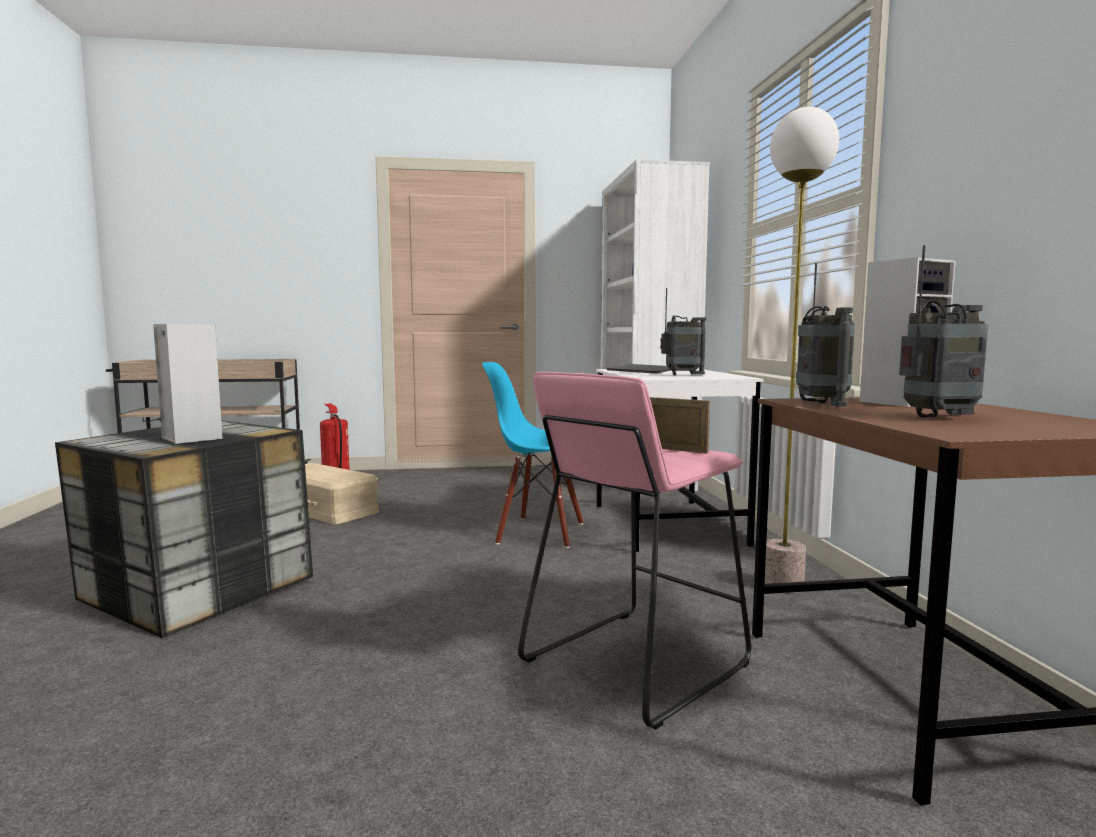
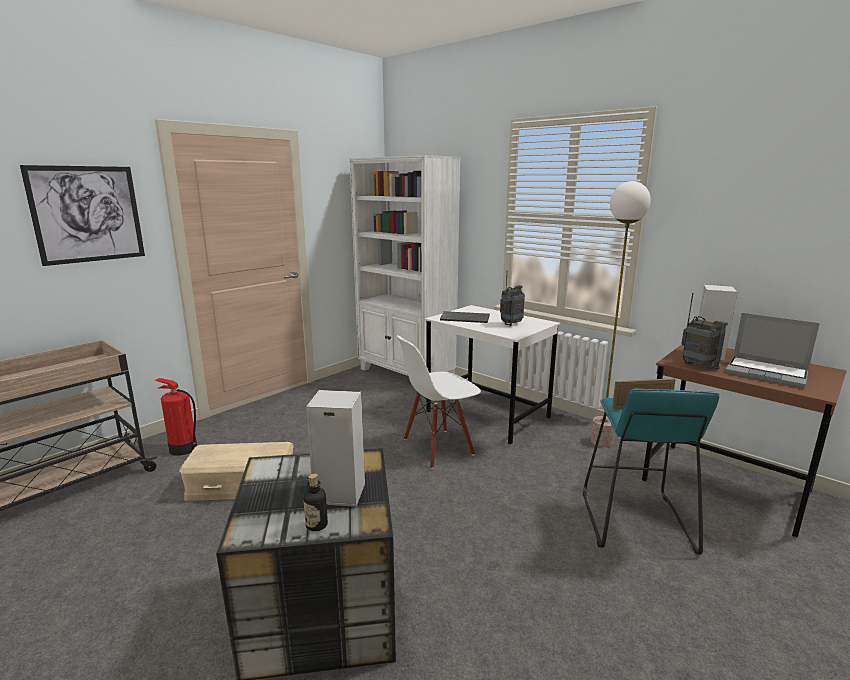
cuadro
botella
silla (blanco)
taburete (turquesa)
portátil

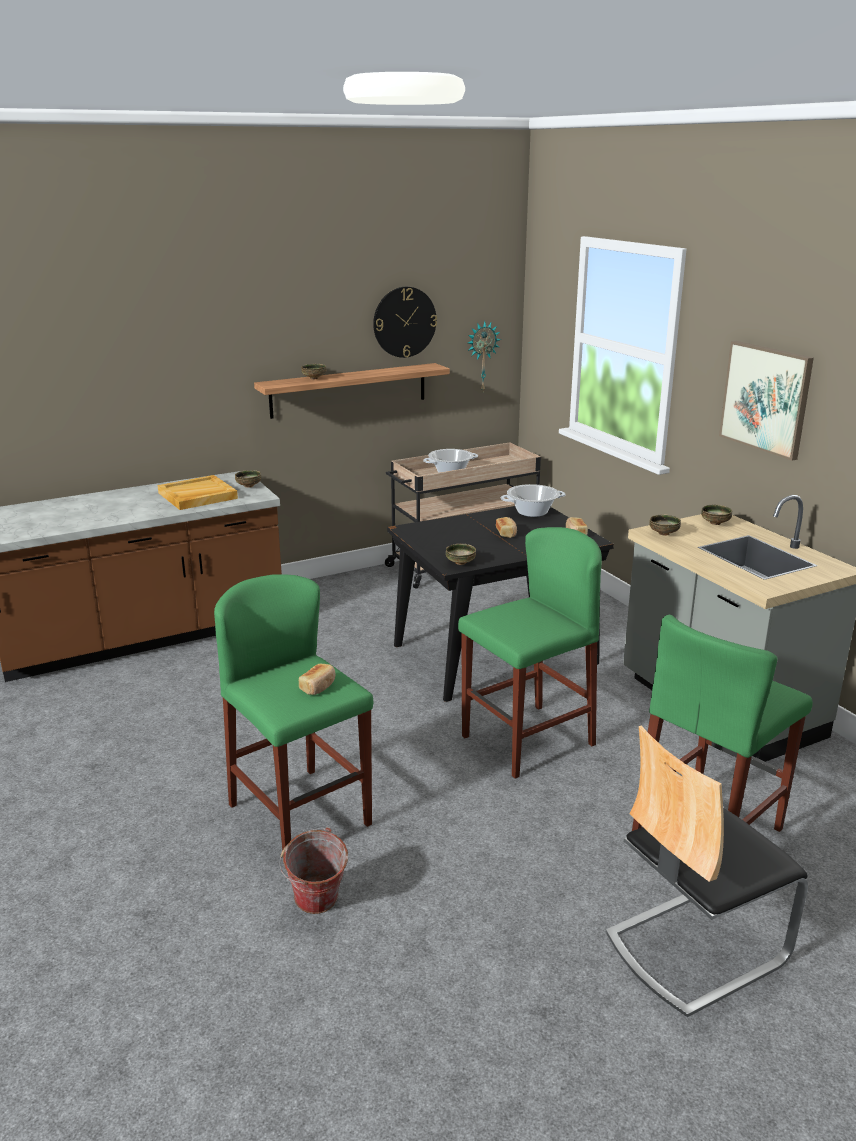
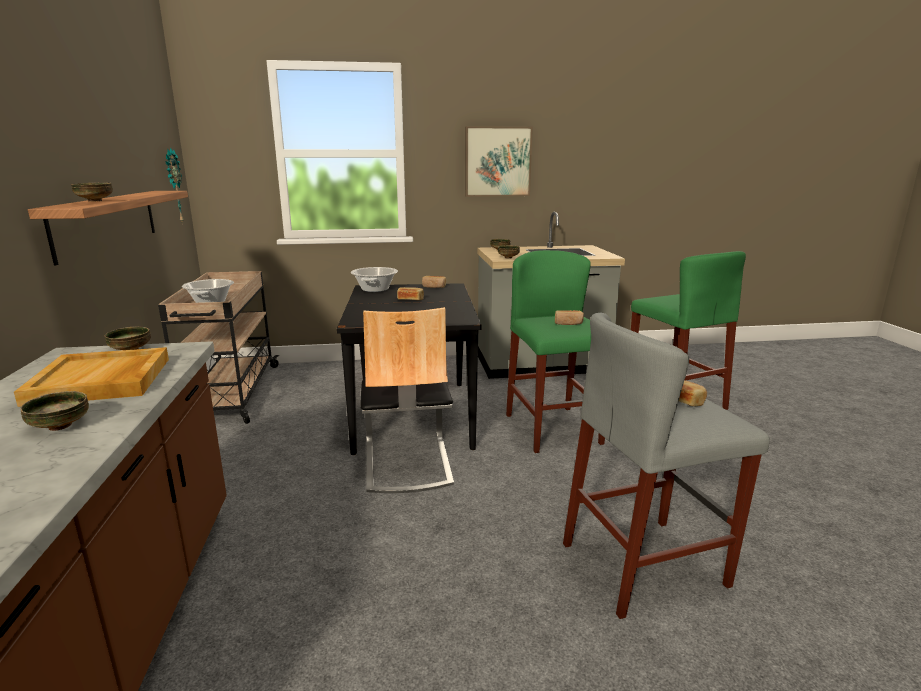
cuenco (1st from left)
silla
pan (3rd from left)
taburete (gris)
cubo
reloj de pared (1st from left in the first image)

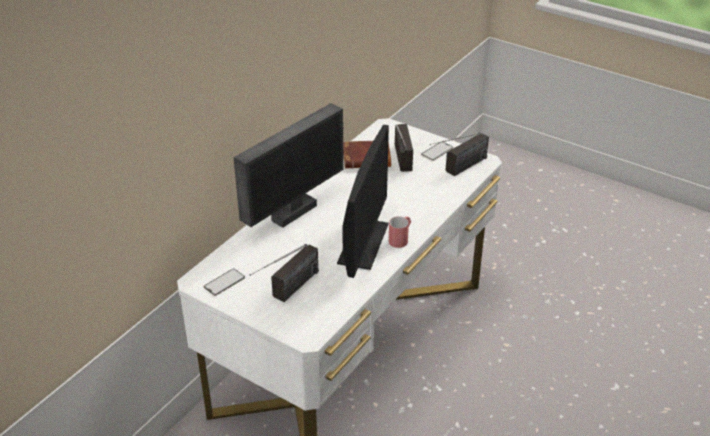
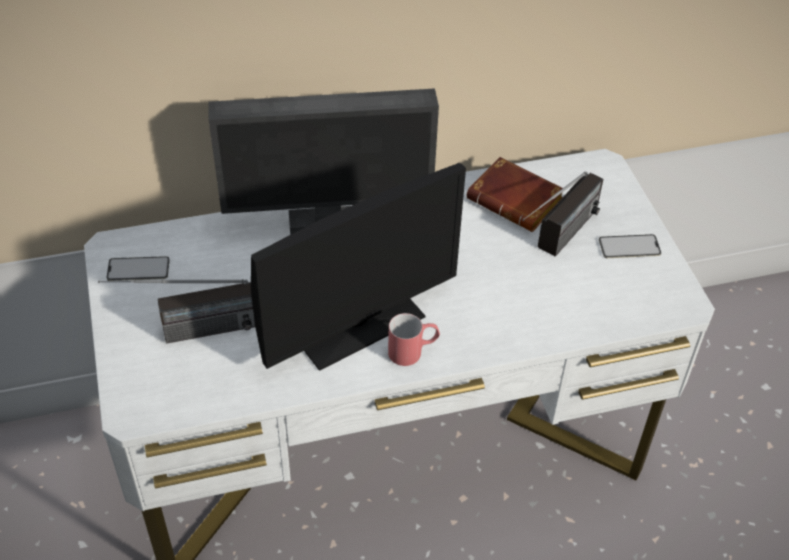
radio (3rd from left in the first image)

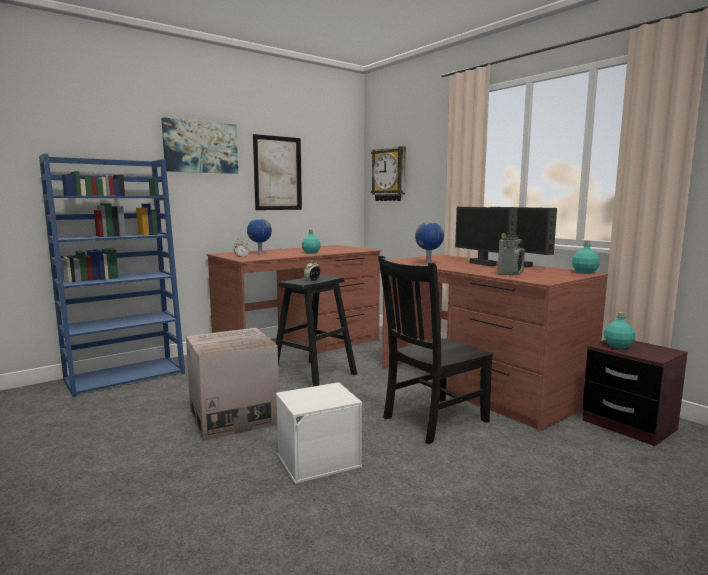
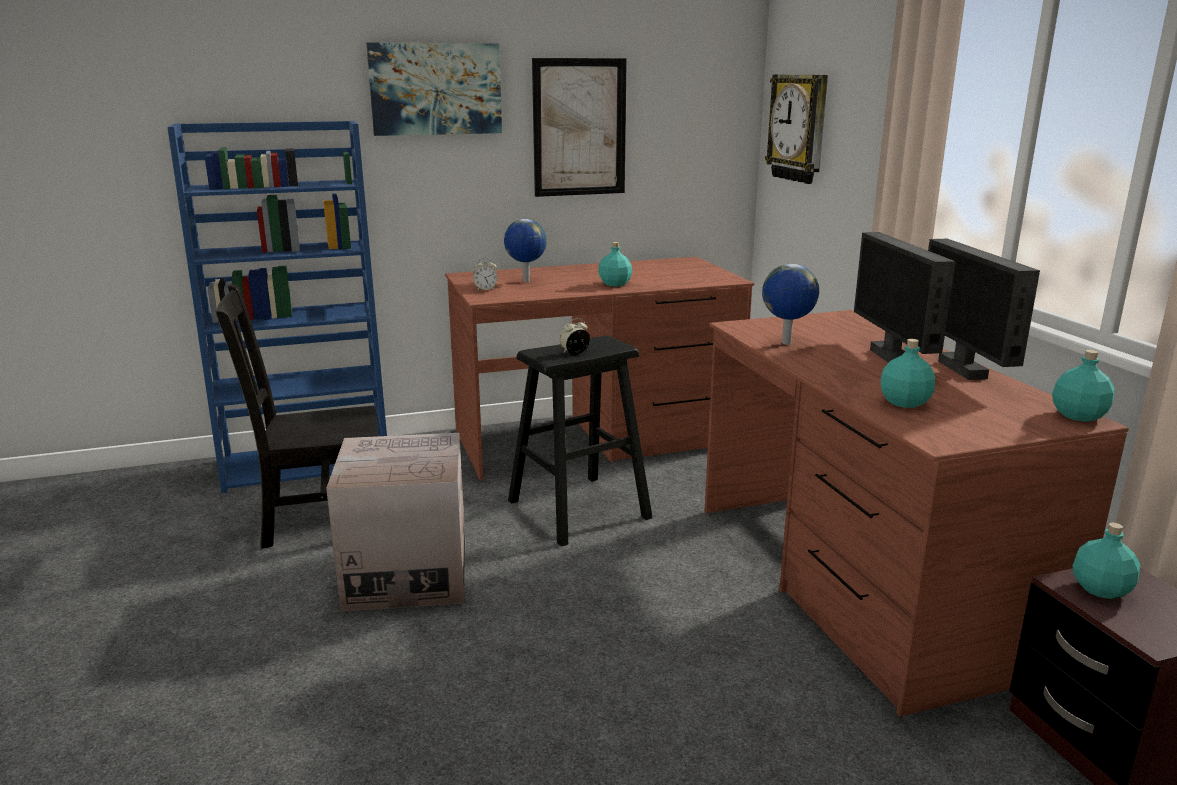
silla (negro)
botella (turquesa) (2nd from left)
caja de almacenaje (blanco)

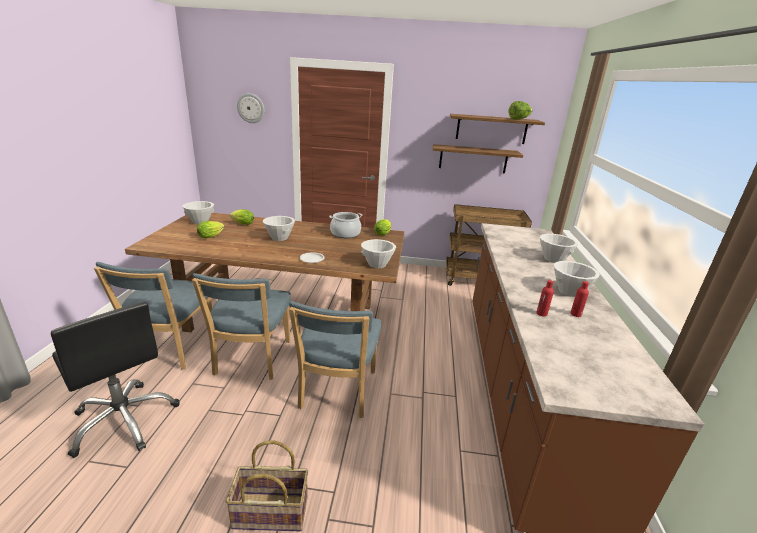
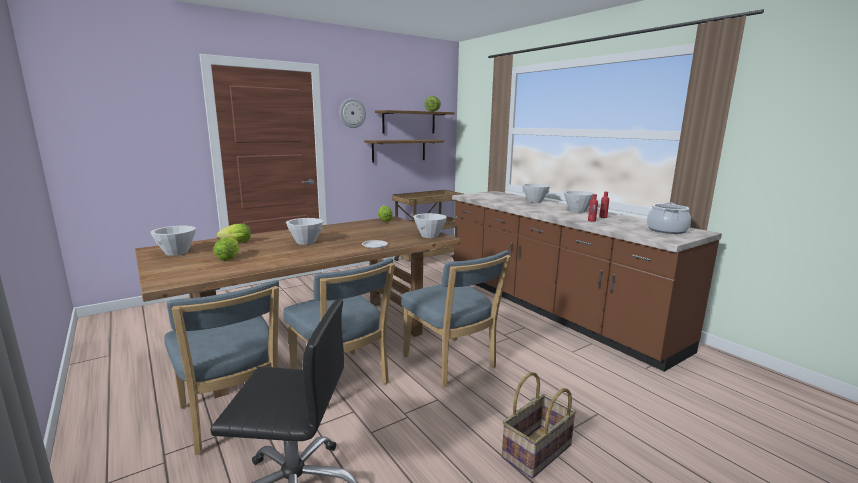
reloj de pared
olla

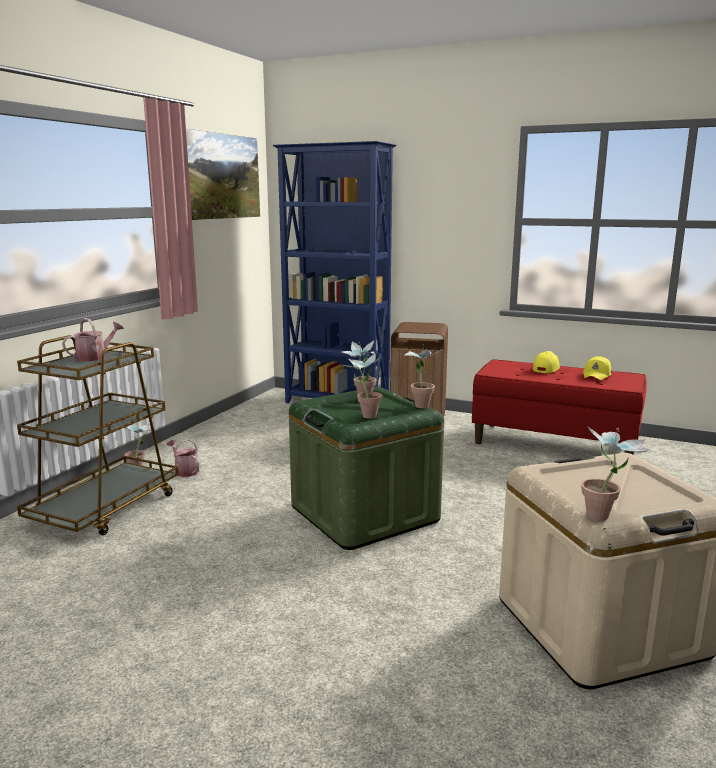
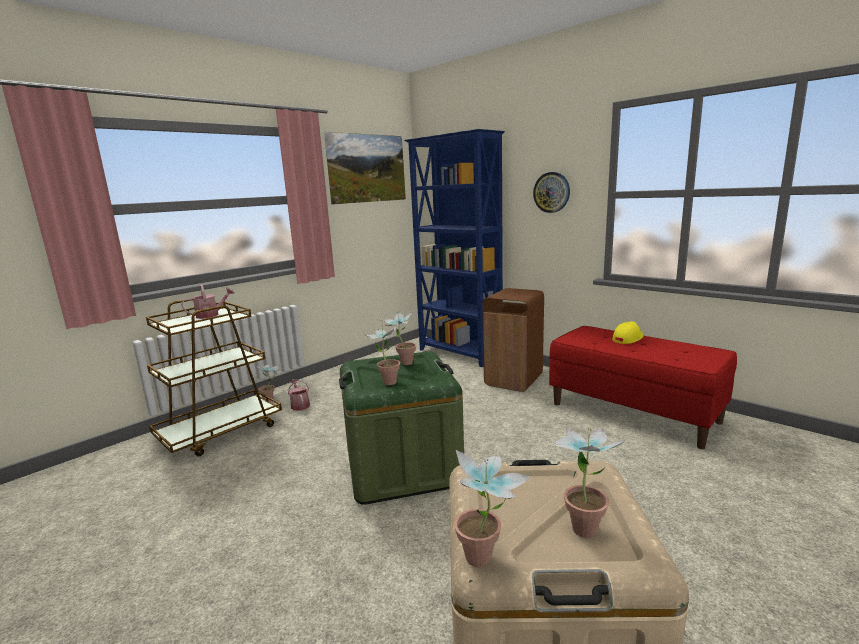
reloj de pared
planta en maceta (5th from left)
gorra (amarillo) (2nd from left in the first image)

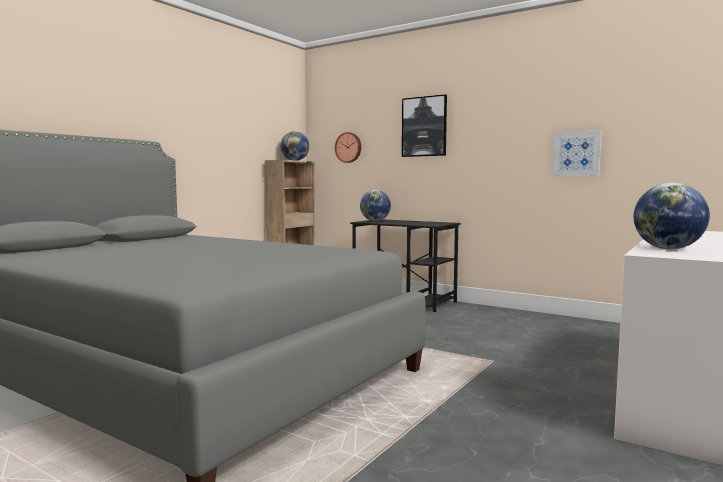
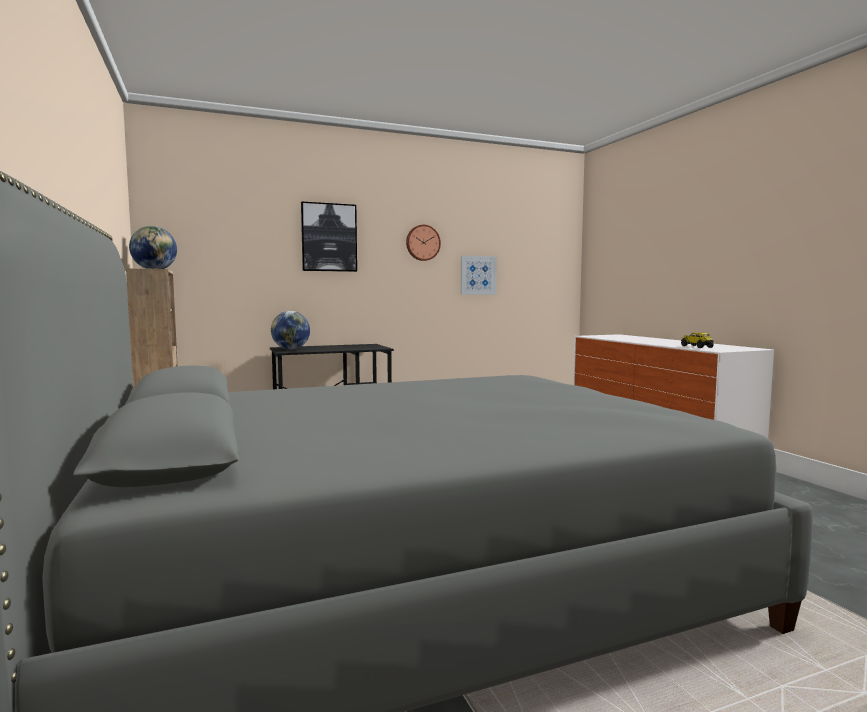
reloj de pared
camión de juguete

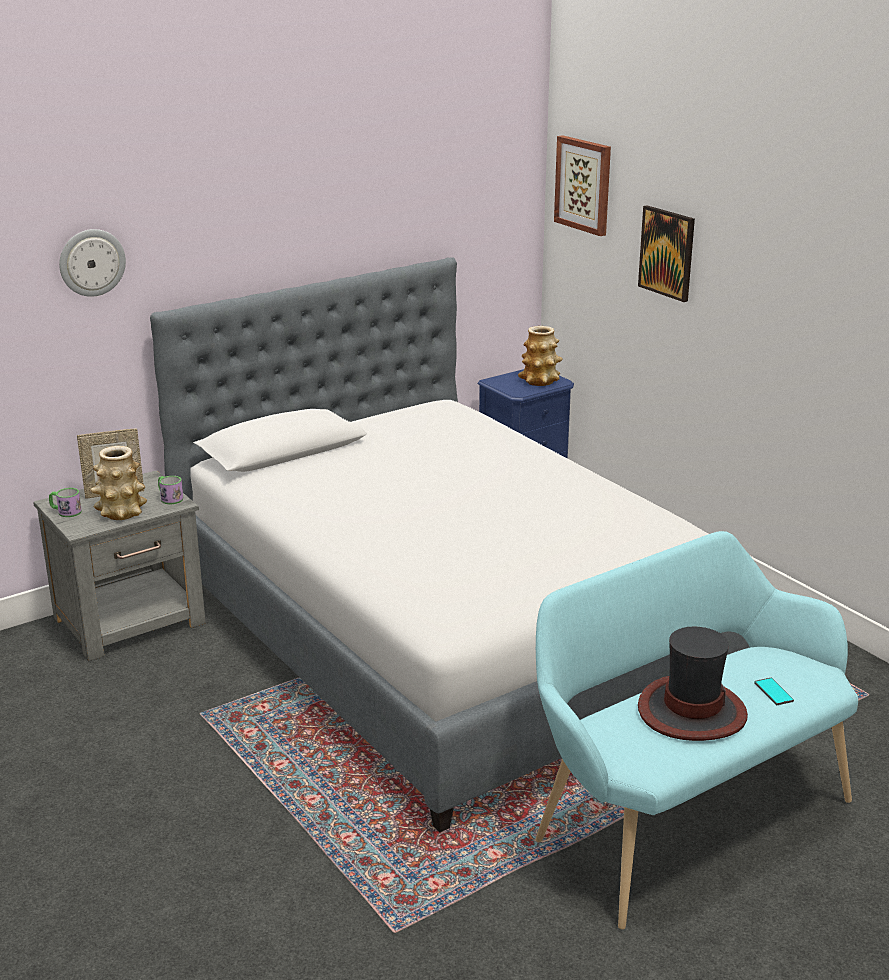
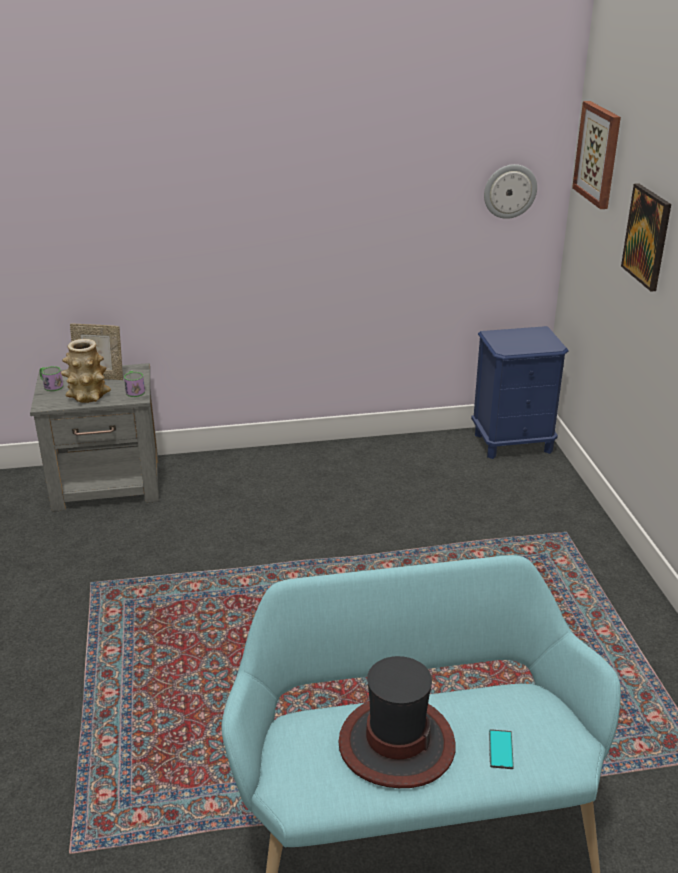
reloj de pared
cama
florero (2nd from left in the first image)

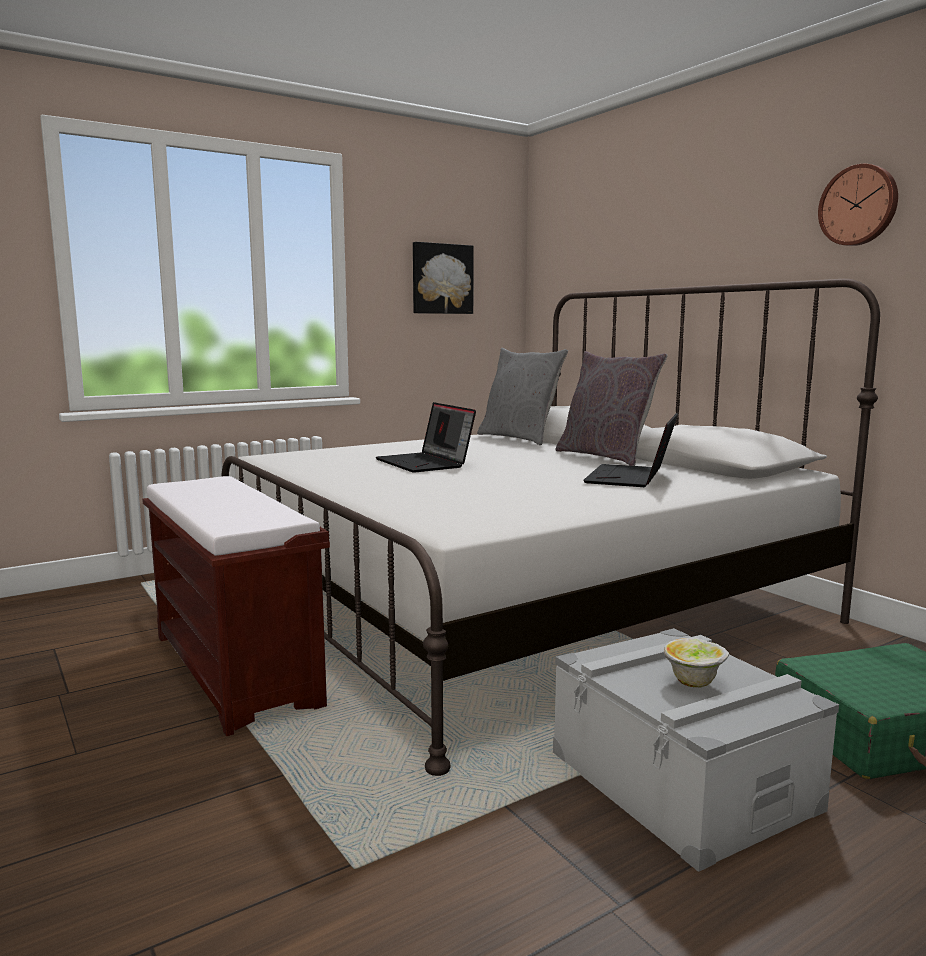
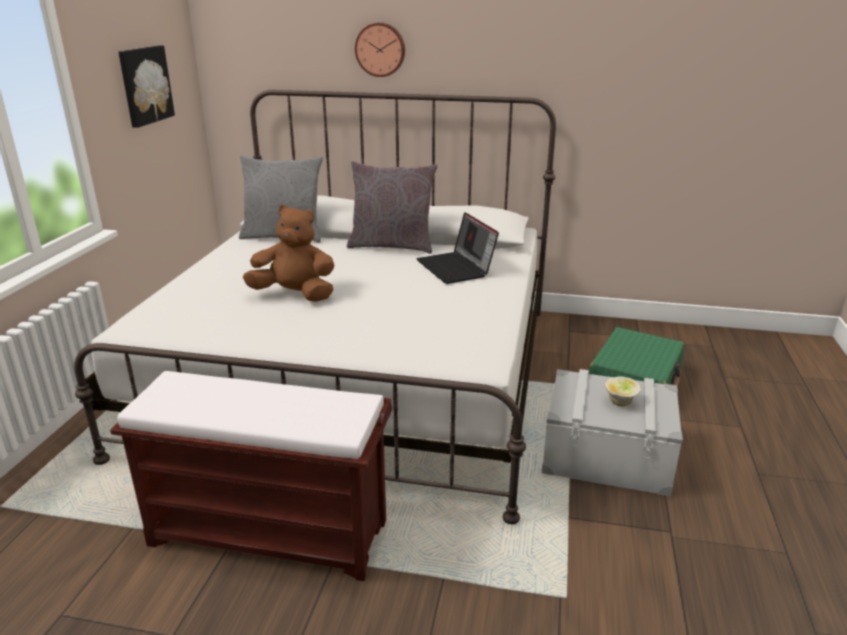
peluche (marrón)
reloj de pared

